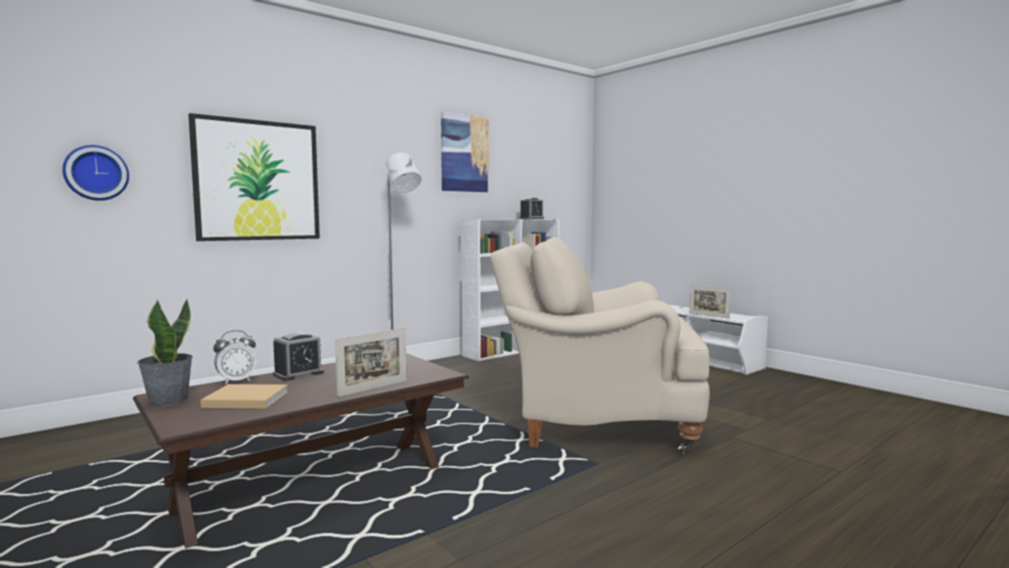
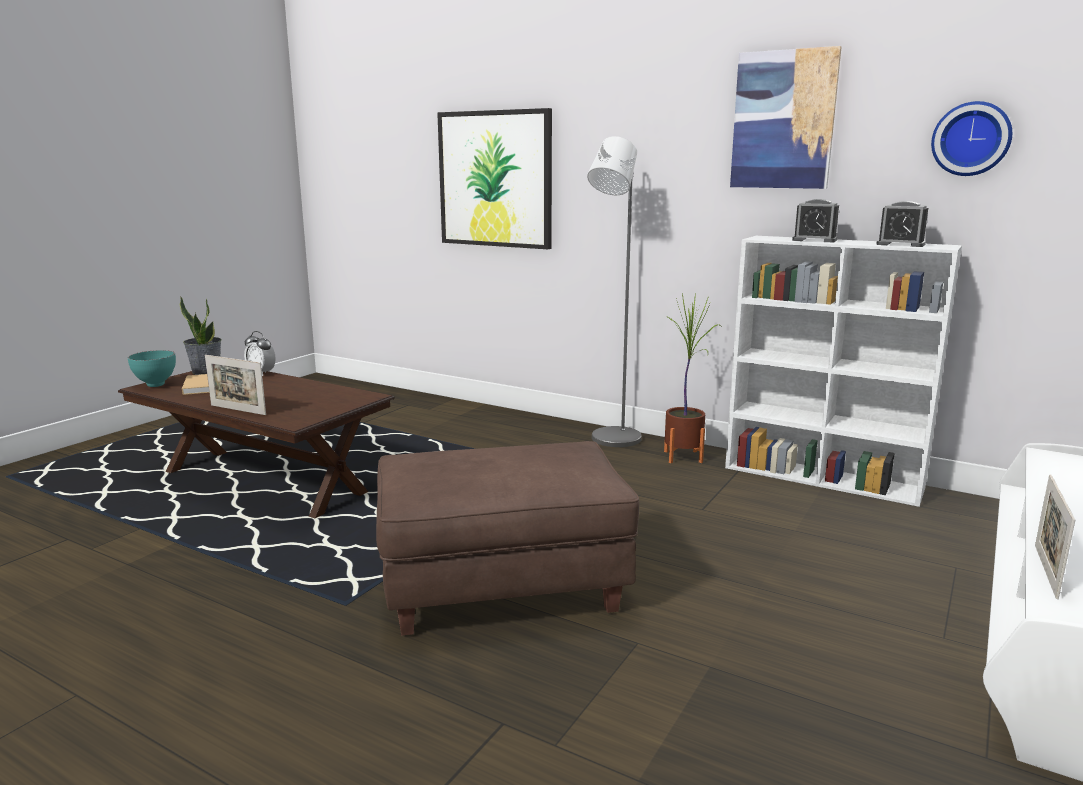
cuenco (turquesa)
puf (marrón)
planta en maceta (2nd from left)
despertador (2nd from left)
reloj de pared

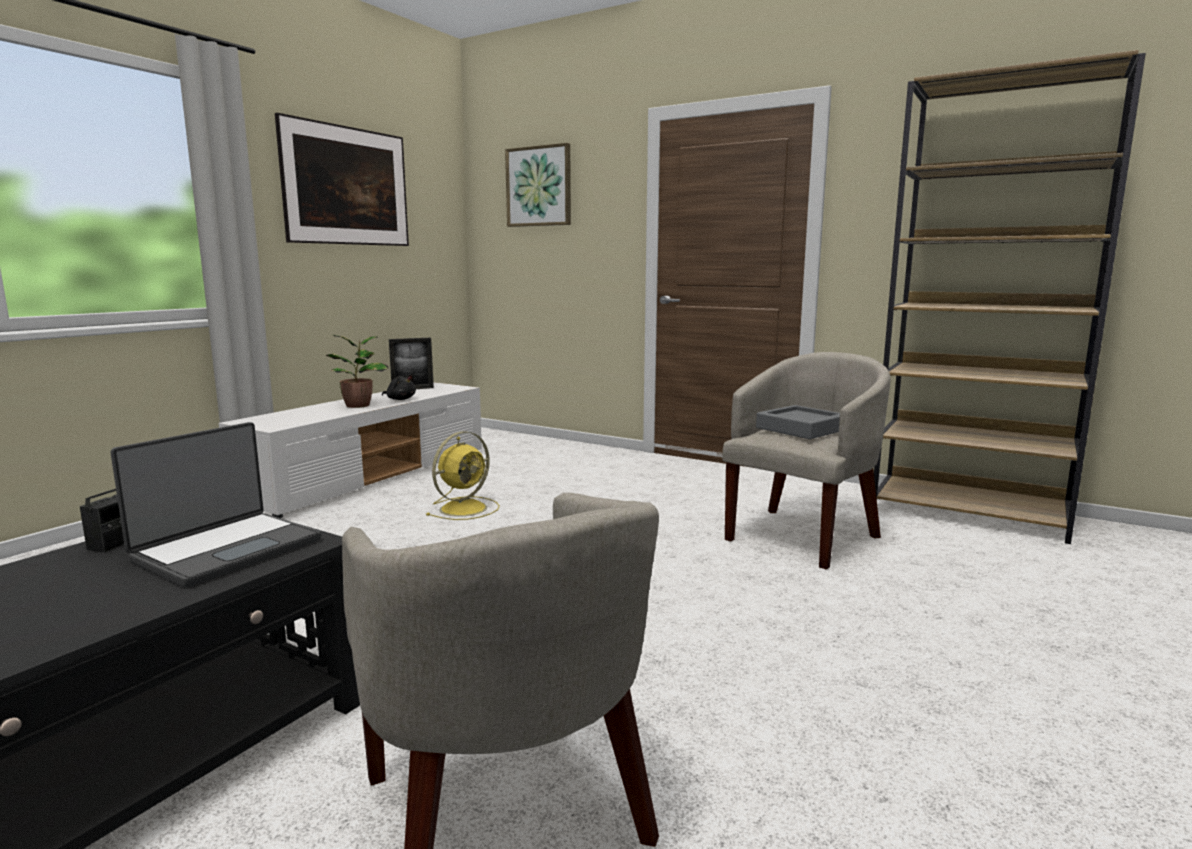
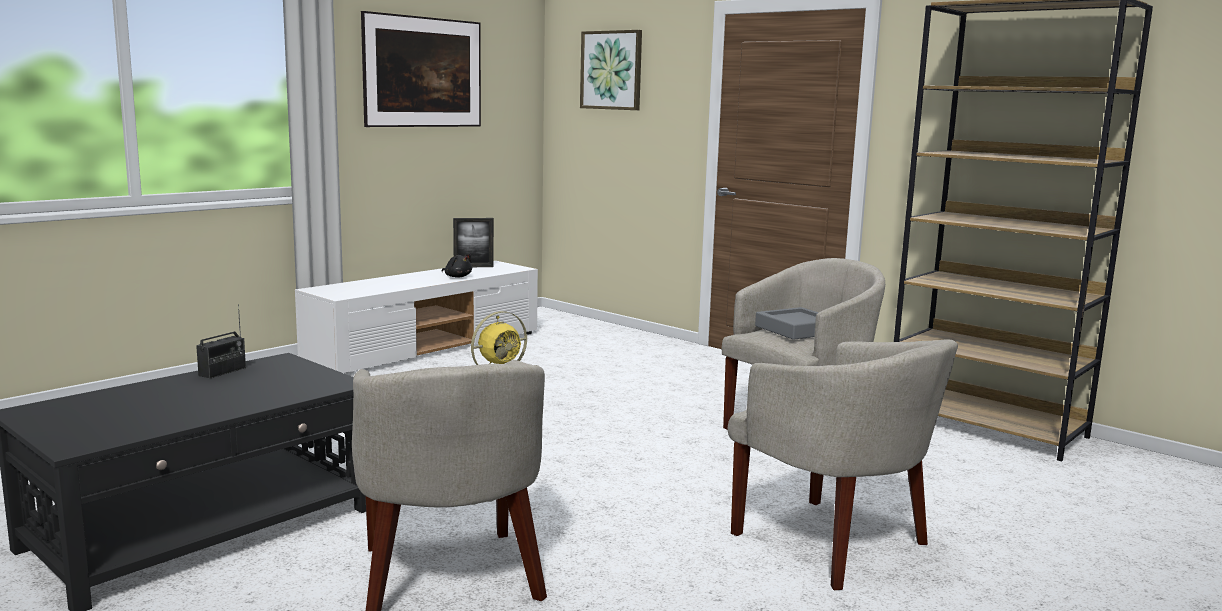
sillón (beis) (3rd from left)
portátil
planta en maceta

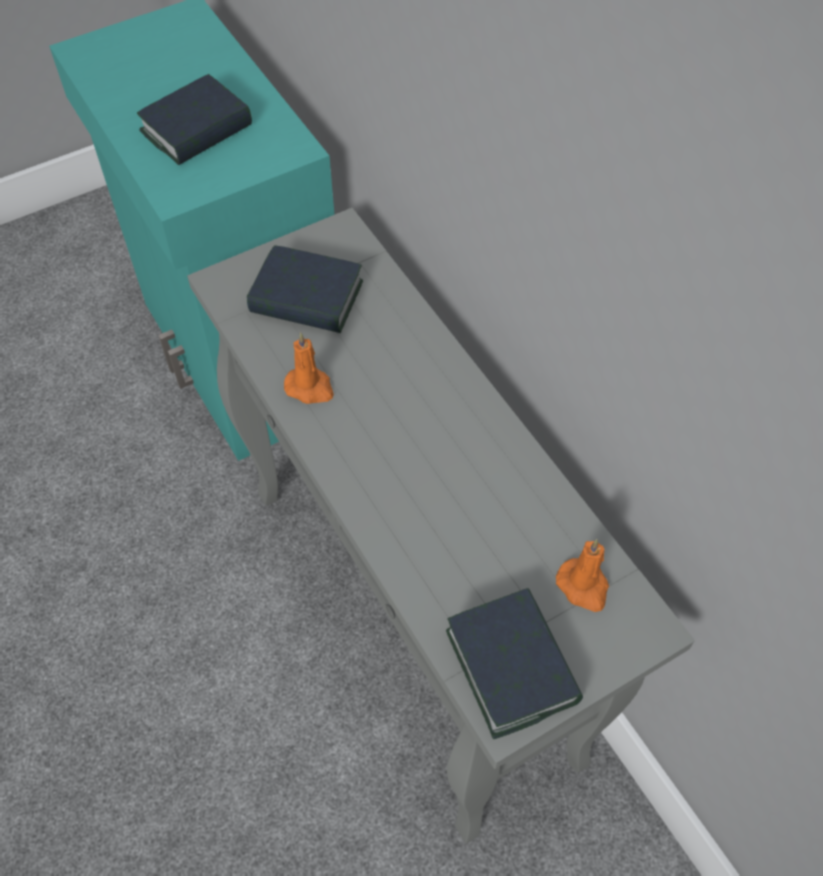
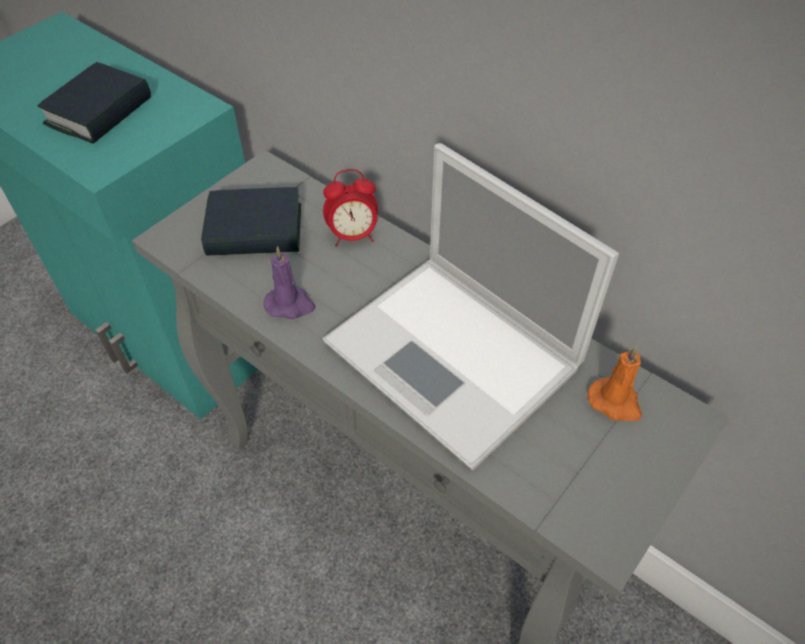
vela (morado)
portátil
despertador
libro (3rd from left in the first image)

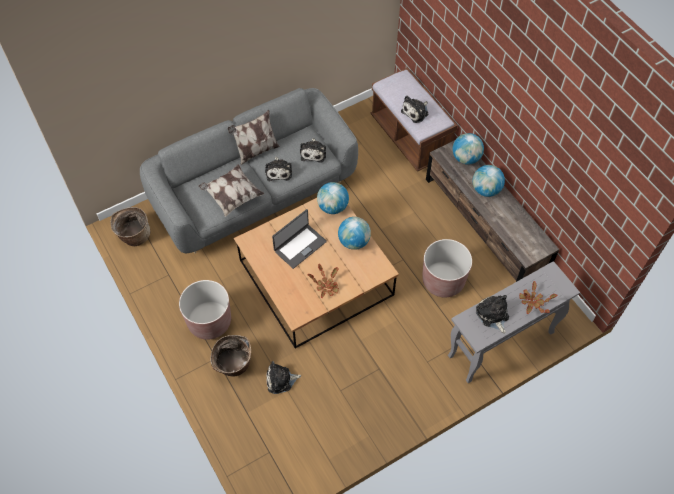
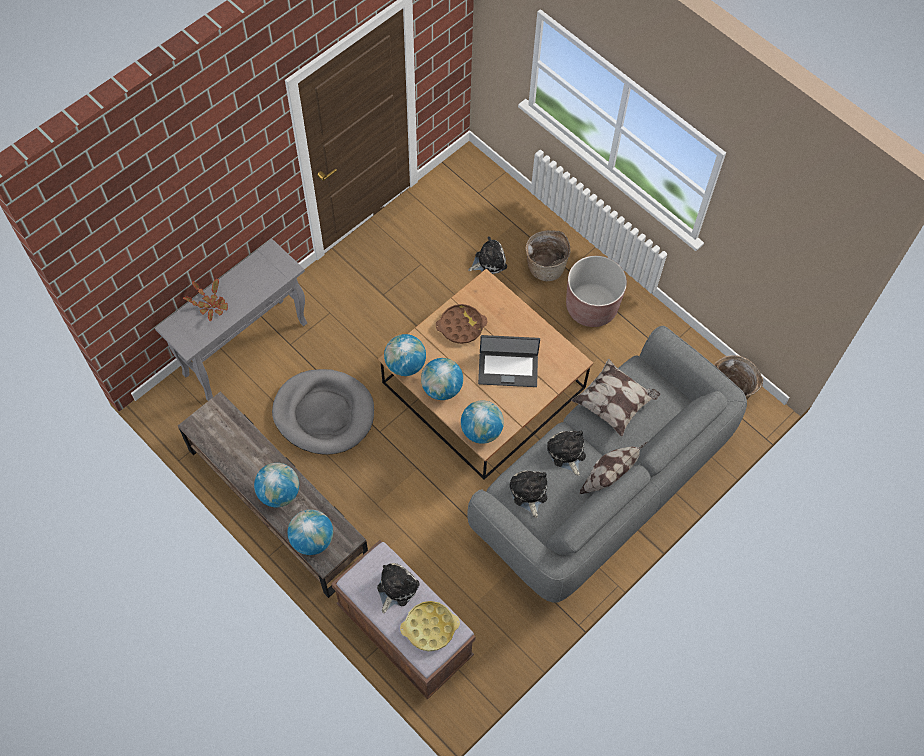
cama para perro (gris)
globo terráqueo (3rd from left)
bandeja (amarillo)
bandeja (marrón)
portátil
peluche (5th from left in the first image)

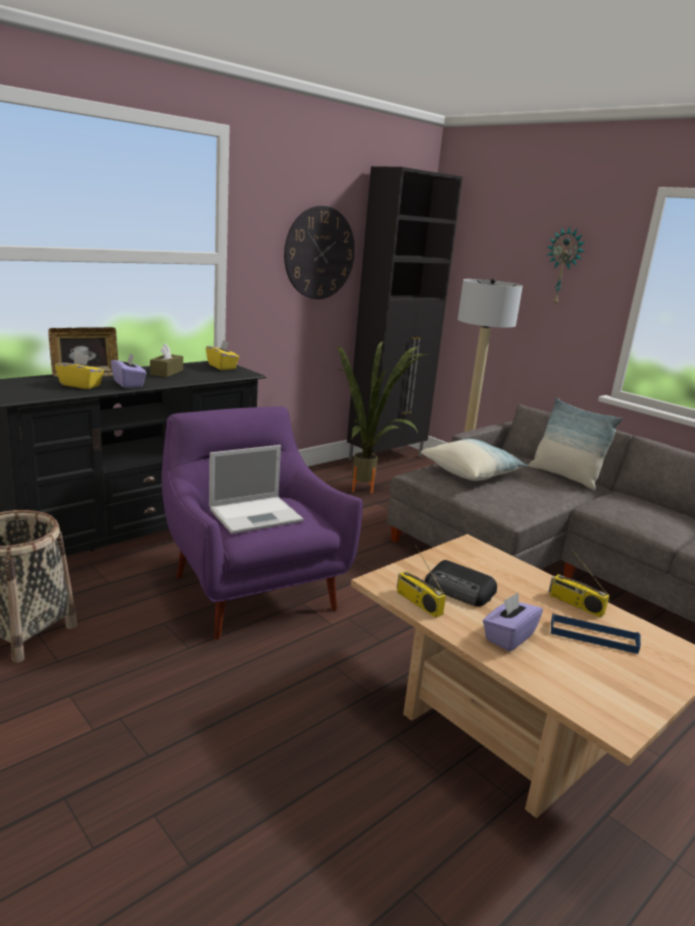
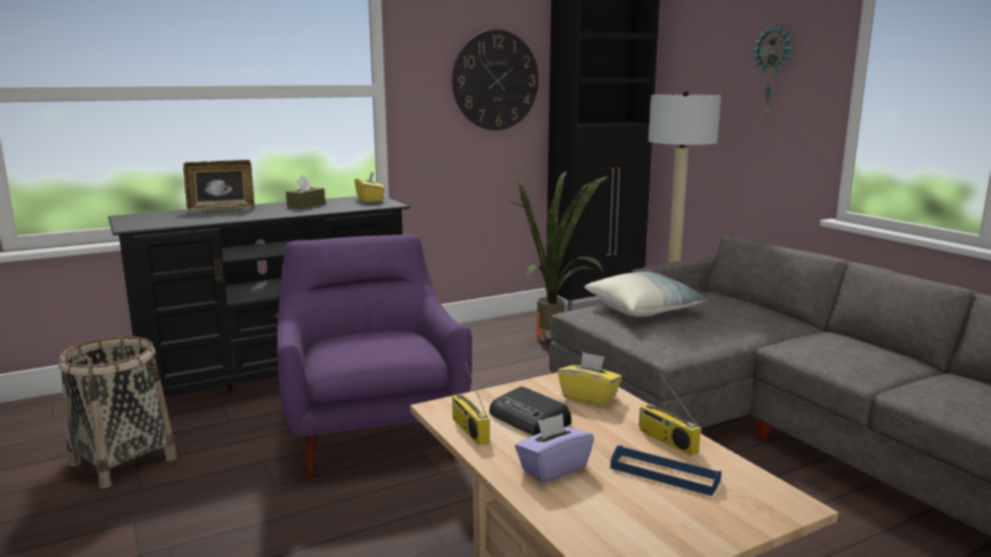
caja de pañuelos (amarillo) (2nd from left)
caja de pañuelos (morado) (1st from left in the first image)
portátil
cojín (2nd from left in the first image)

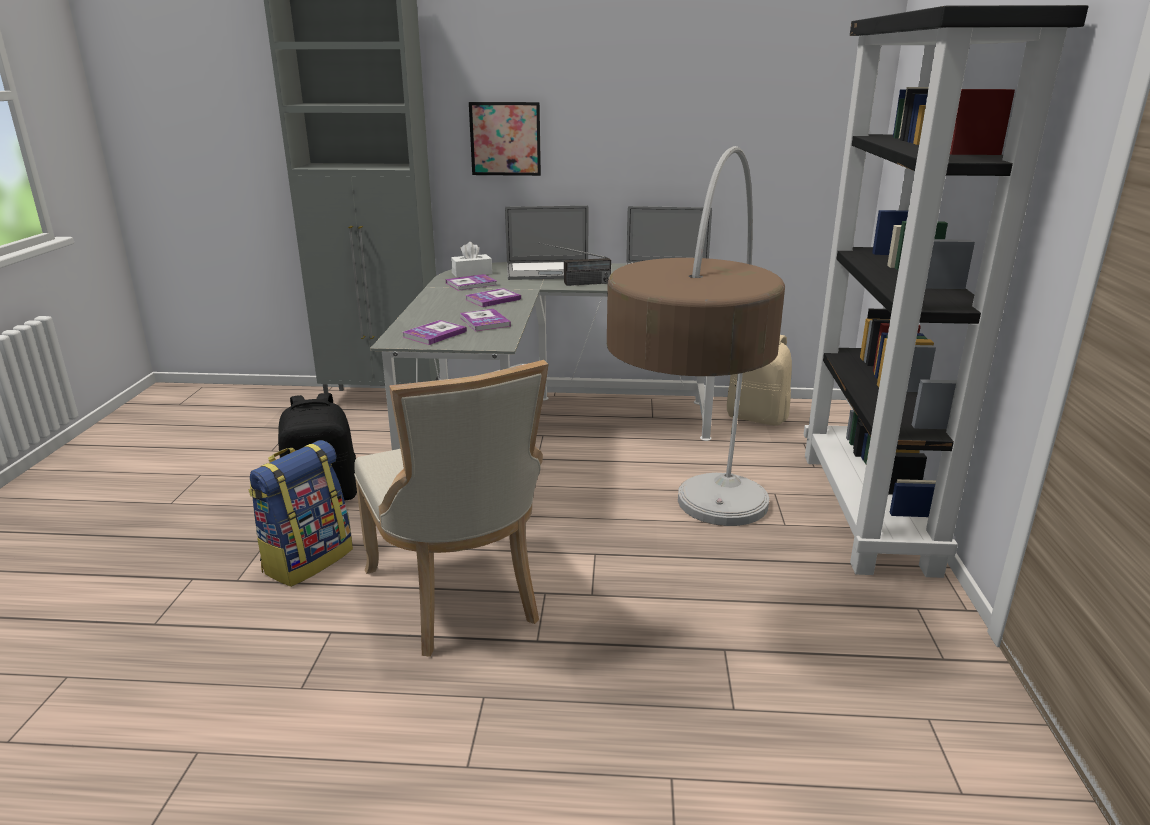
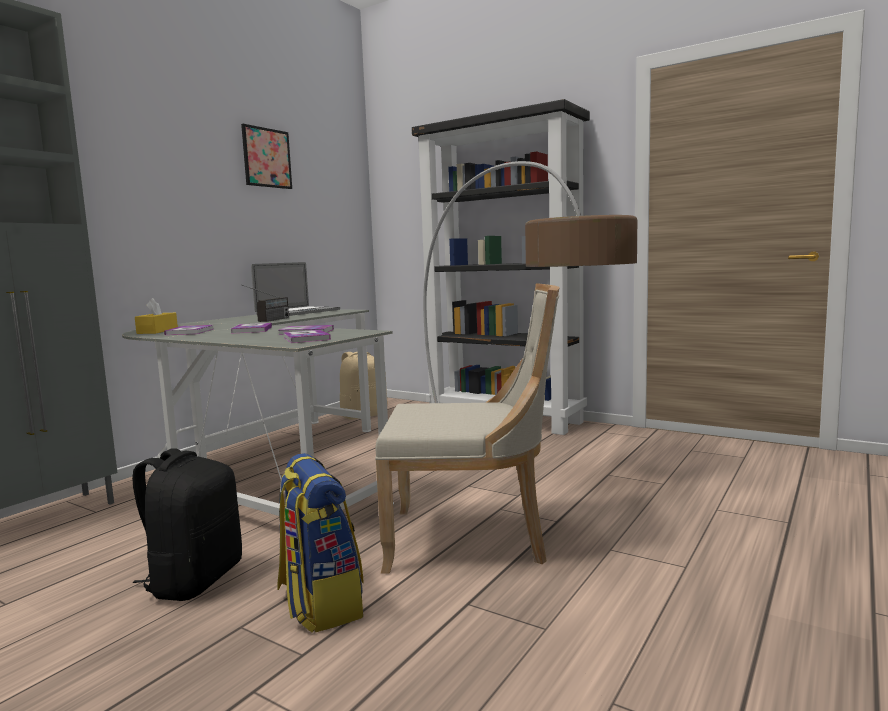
caja de pañuelos (amarillo)
cuadro
portátil (1st from left in the first image)

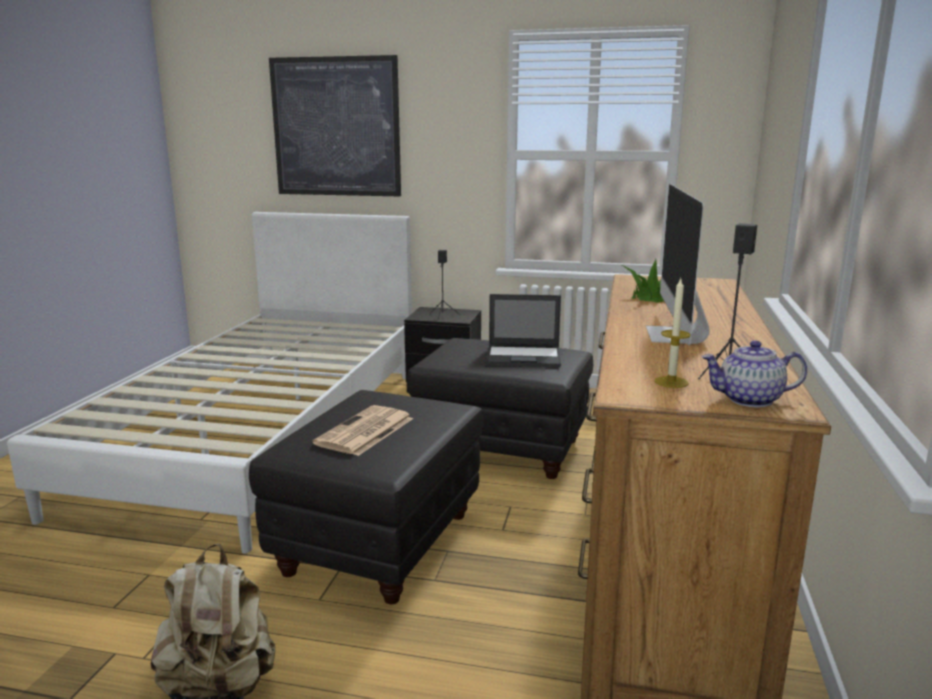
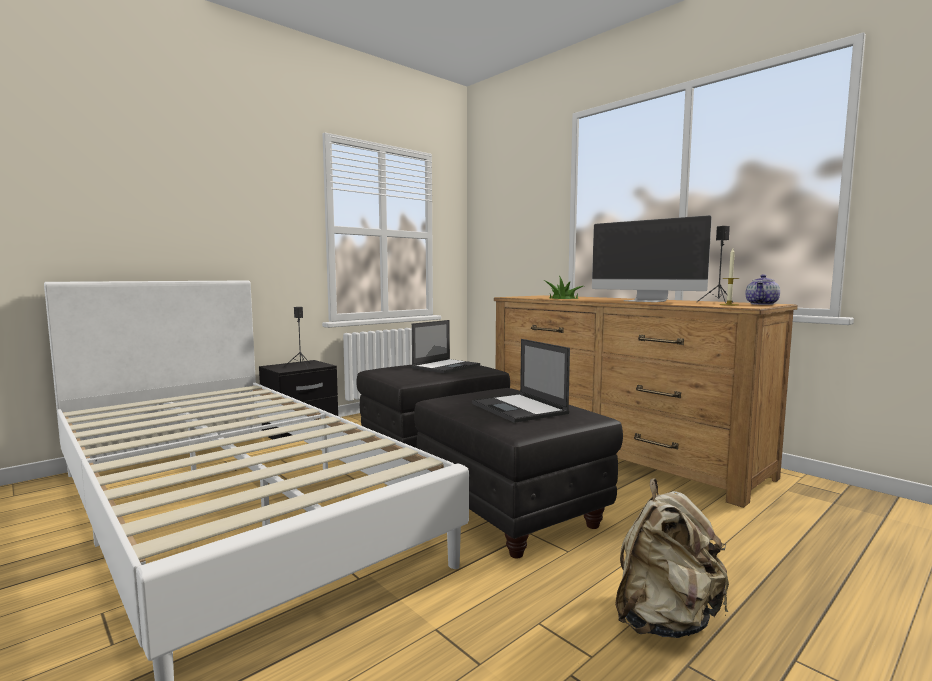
portátil (2nd from left)
cuadro

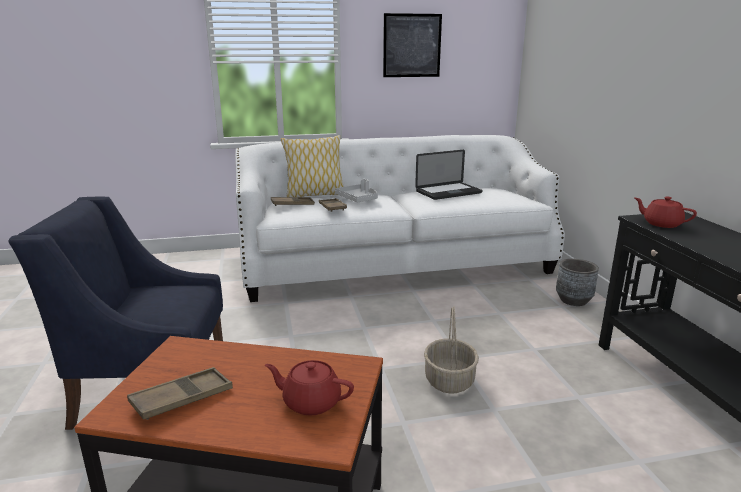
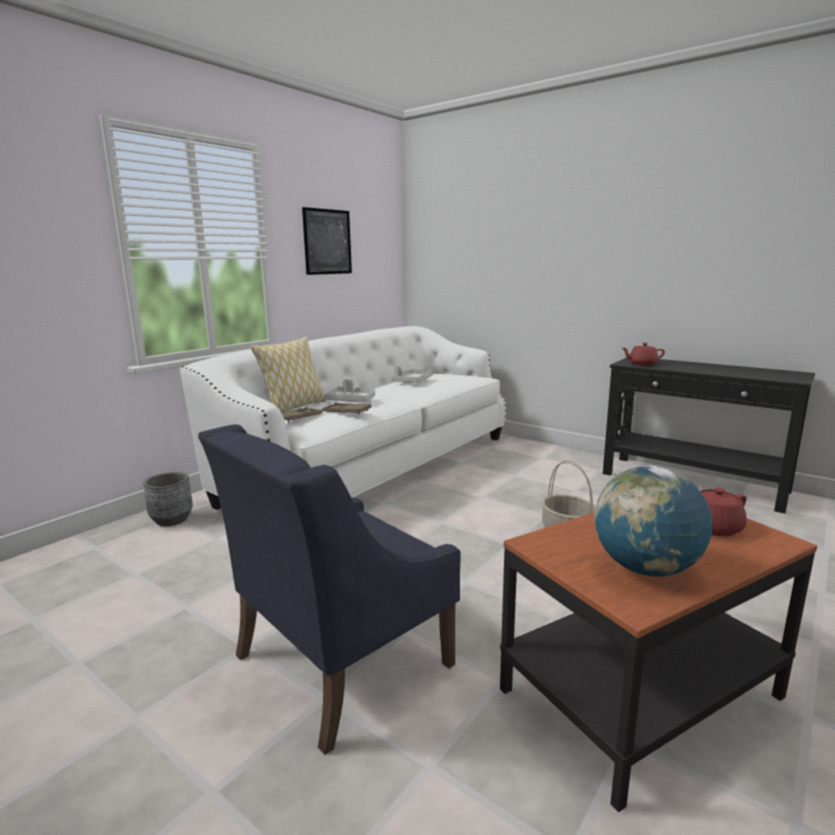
maceta (gris)
bandeja (gris) (2nd from left)
globo terráqueo

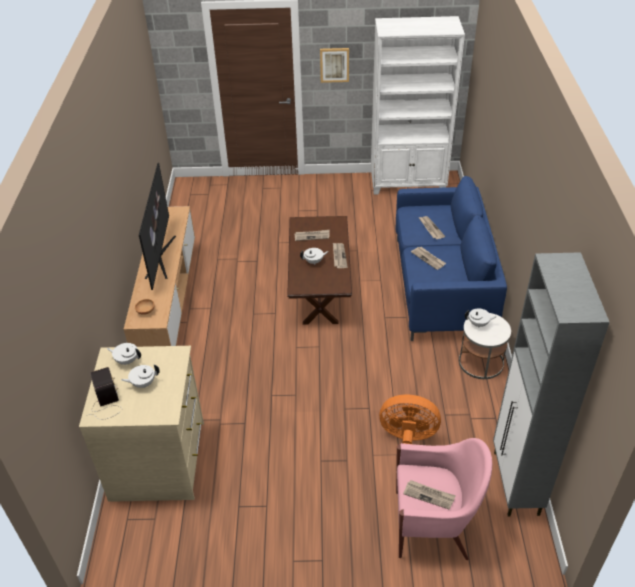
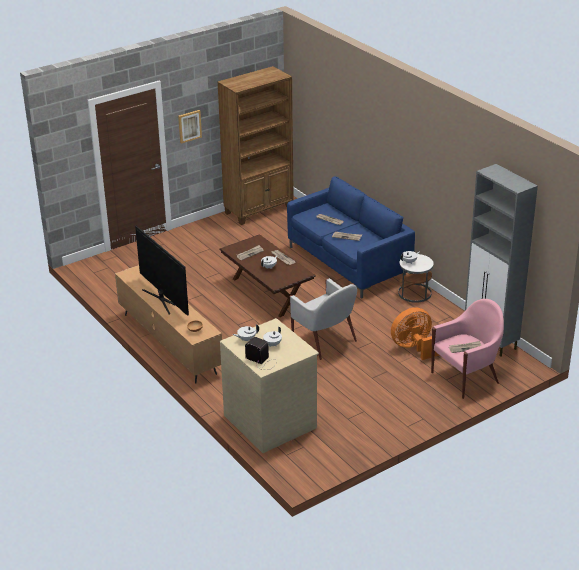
estantería (marrón)
sillón (blanco)

